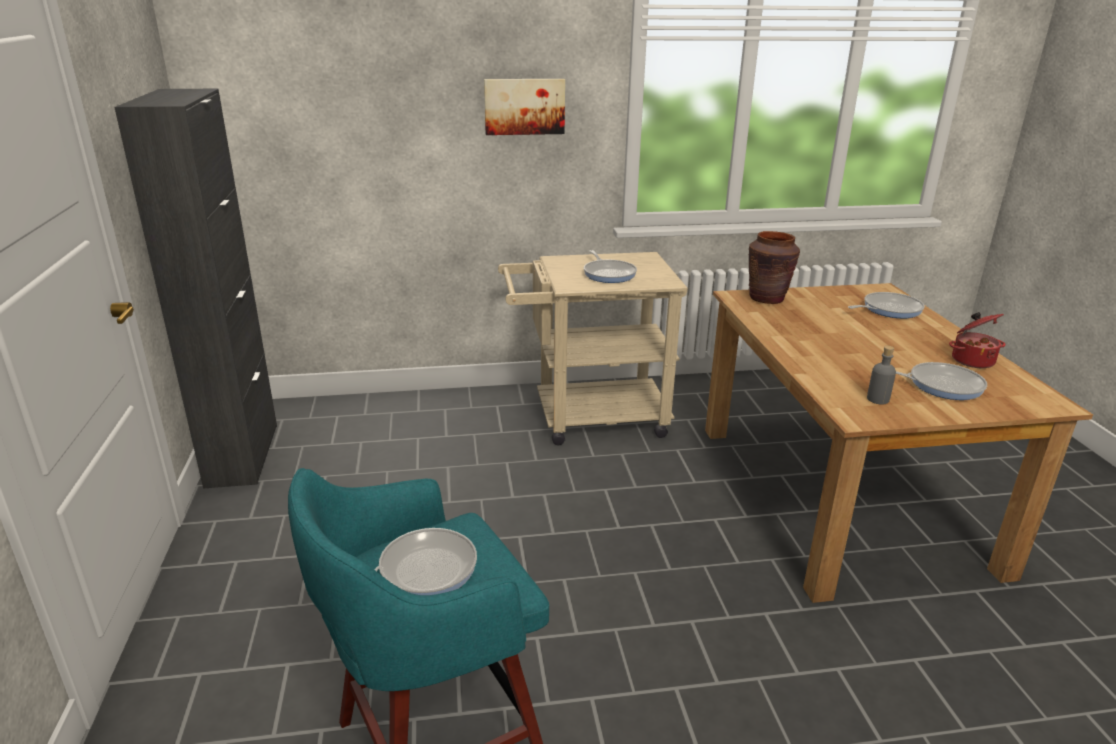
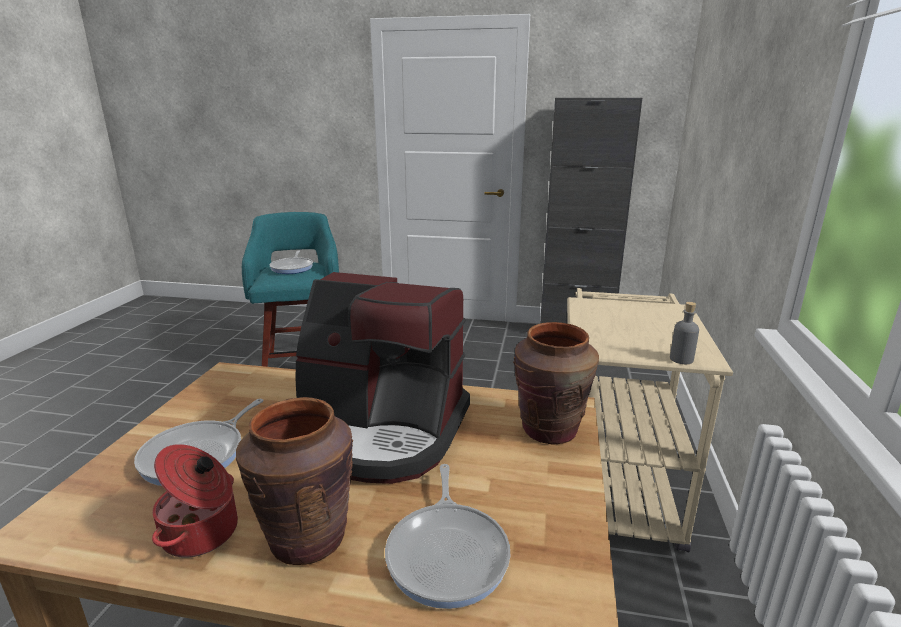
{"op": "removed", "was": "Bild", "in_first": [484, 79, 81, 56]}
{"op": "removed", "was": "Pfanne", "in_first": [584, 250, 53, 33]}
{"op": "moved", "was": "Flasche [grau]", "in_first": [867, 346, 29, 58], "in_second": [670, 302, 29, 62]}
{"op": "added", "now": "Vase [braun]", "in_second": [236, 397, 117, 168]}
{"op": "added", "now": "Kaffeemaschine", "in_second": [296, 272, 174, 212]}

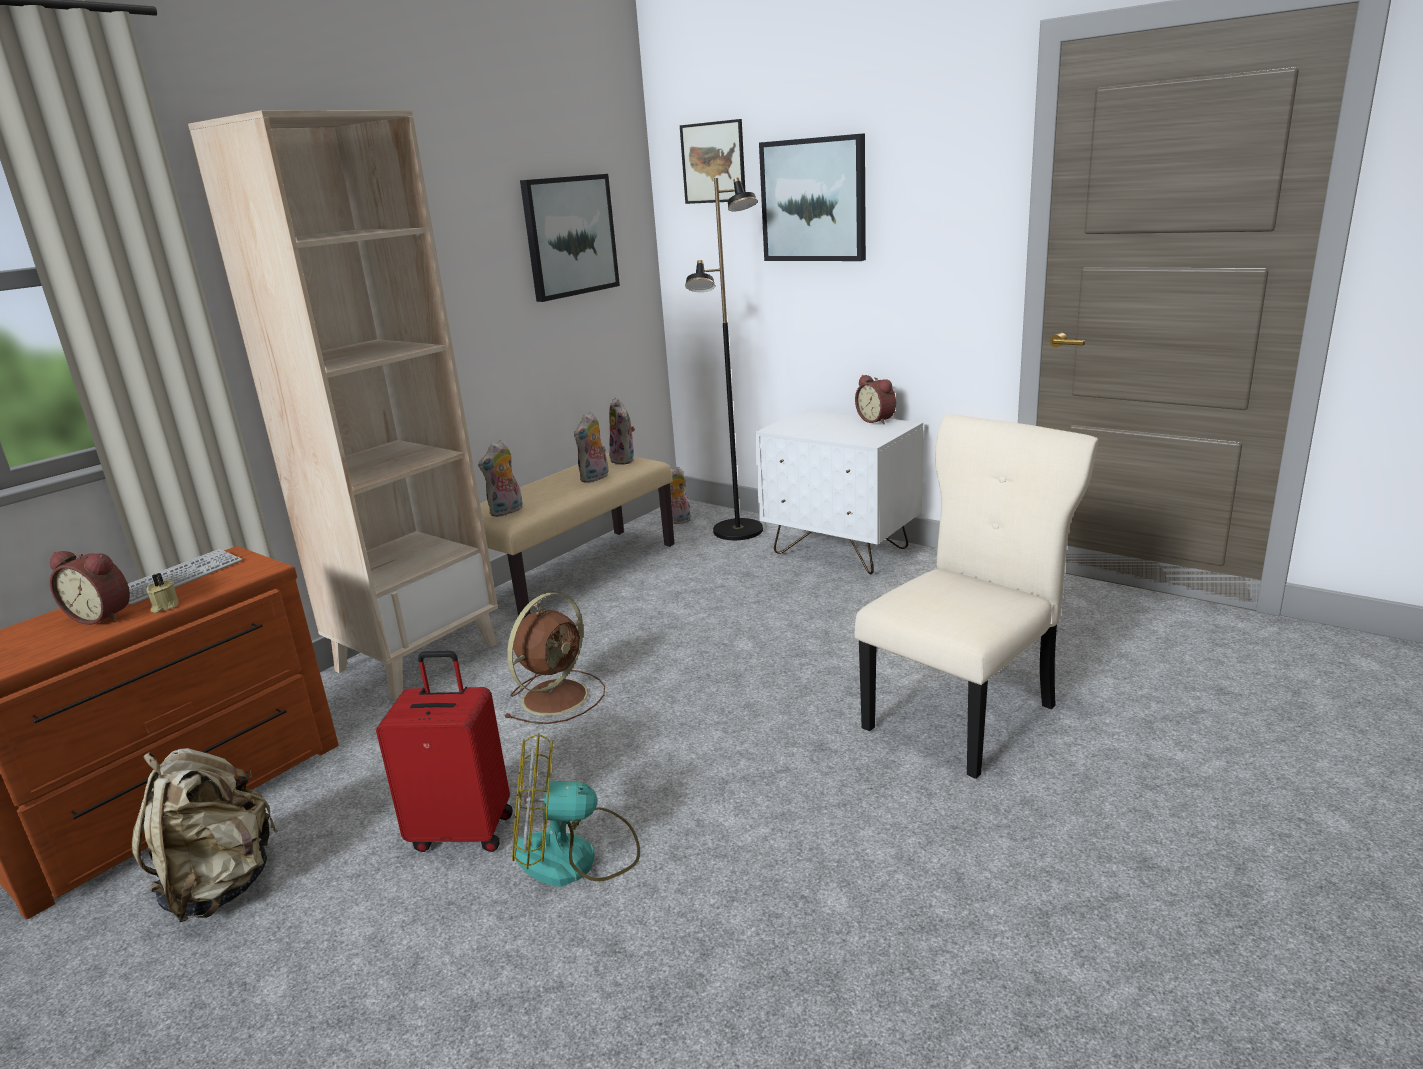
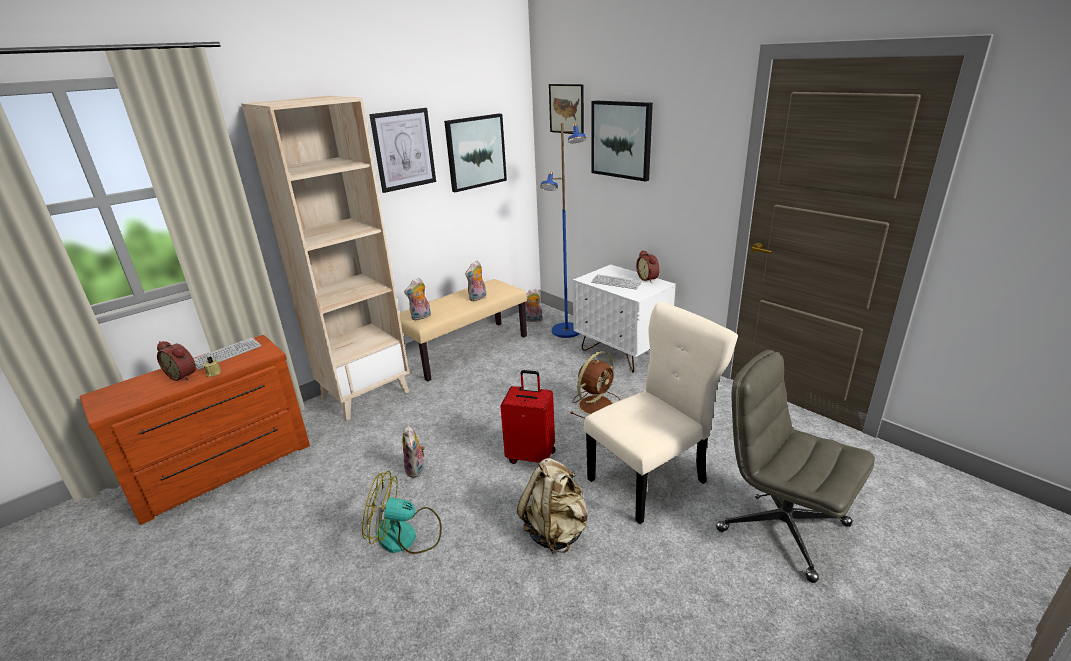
{"op": "moved", "was": "Rucksack [beige]", "in_first": [132, 748, 146, 174], "in_second": [517, 458, 71, 96]}
{"op": "moved", "was": "Koffer [rot]", "in_first": [376, 651, 137, 201], "in_second": [500, 370, 56, 94]}
{"op": "moved", "was": "Ventilator [braun]", "in_first": [504, 592, 101, 132], "in_second": [571, 351, 49, 68]}
{"op": "moved", "was": "Plüschtier", "in_first": [609, 397, 26, 68], "in_second": [402, 425, 23, 53]}
{"op": "recoloured", "was": "Stehlampe [schwarz]", "now": "Stehlampe [blau]", "in_first": [685, 178, 78, 362], "in_second": [540, 123, 47, 215]}
{"op": "added", "now": "Bild", "in_second": [369, 108, 67, 85]}
{"op": "added", "now": "Tastatur", "in_second": [591, 274, 51, 15]}
{"op": "added", "now": "Bürostuhl [grau]", "in_second": [716, 350, 159, 233]}

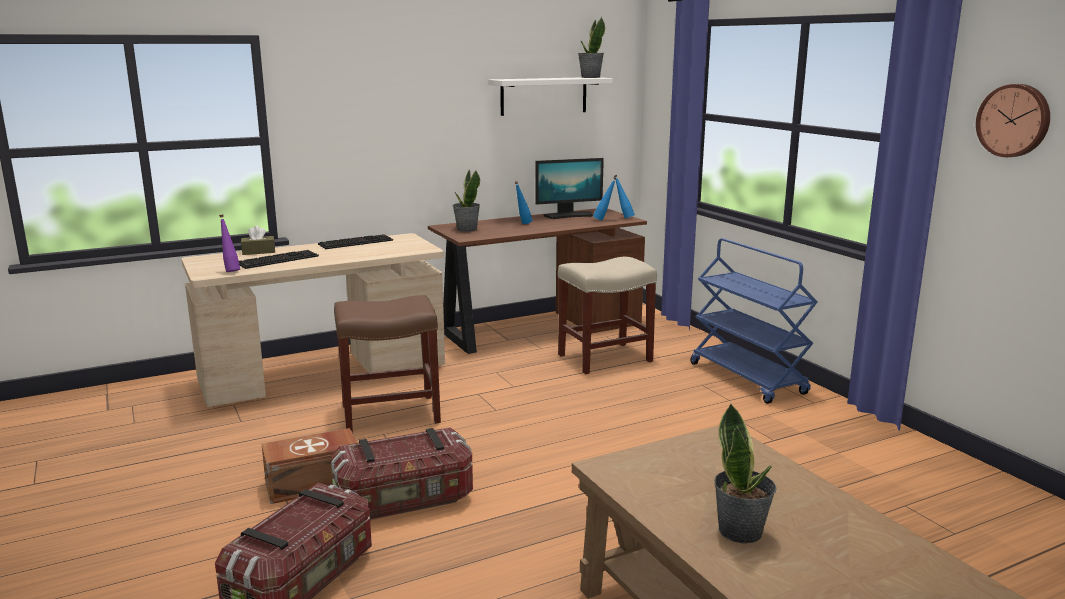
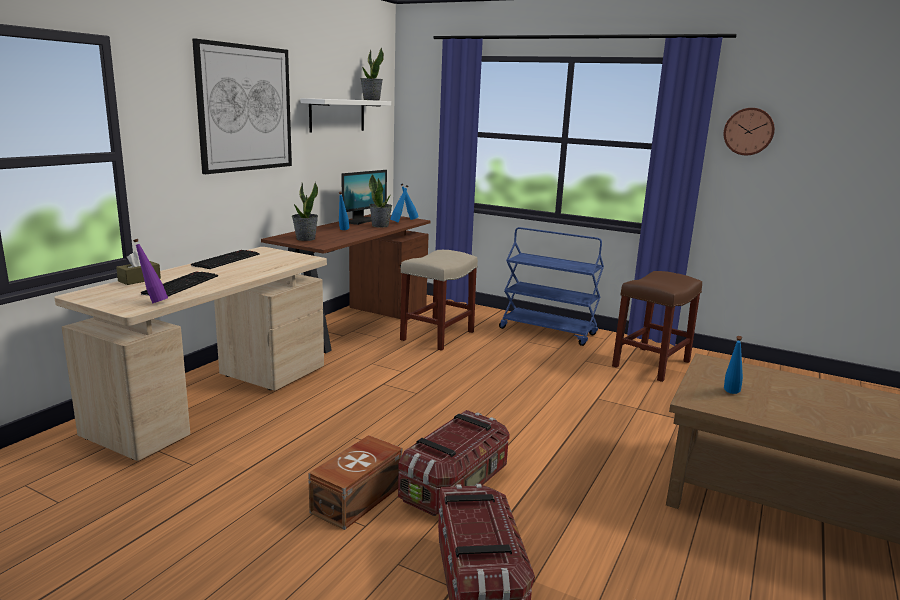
{"op": "moved", "was": "Hocker [braun]", "in_first": [334, 295, 107, 138], "in_second": [612, 271, 90, 111]}
{"op": "moved", "was": "Topfpflanze", "in_first": [714, 403, 62, 141], "in_second": [369, 175, 23, 53]}
{"op": "added", "now": "Bild", "in_second": [192, 39, 100, 135]}
{"op": "added", "now": "Flasche [blau]", "in_second": [724, 336, 19, 58]}

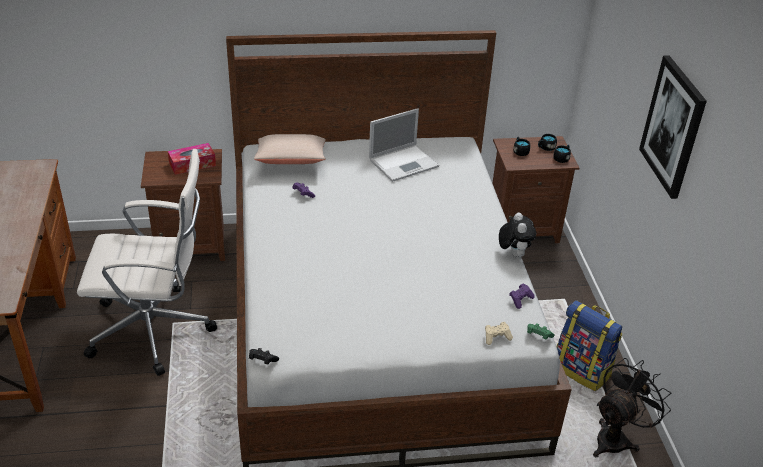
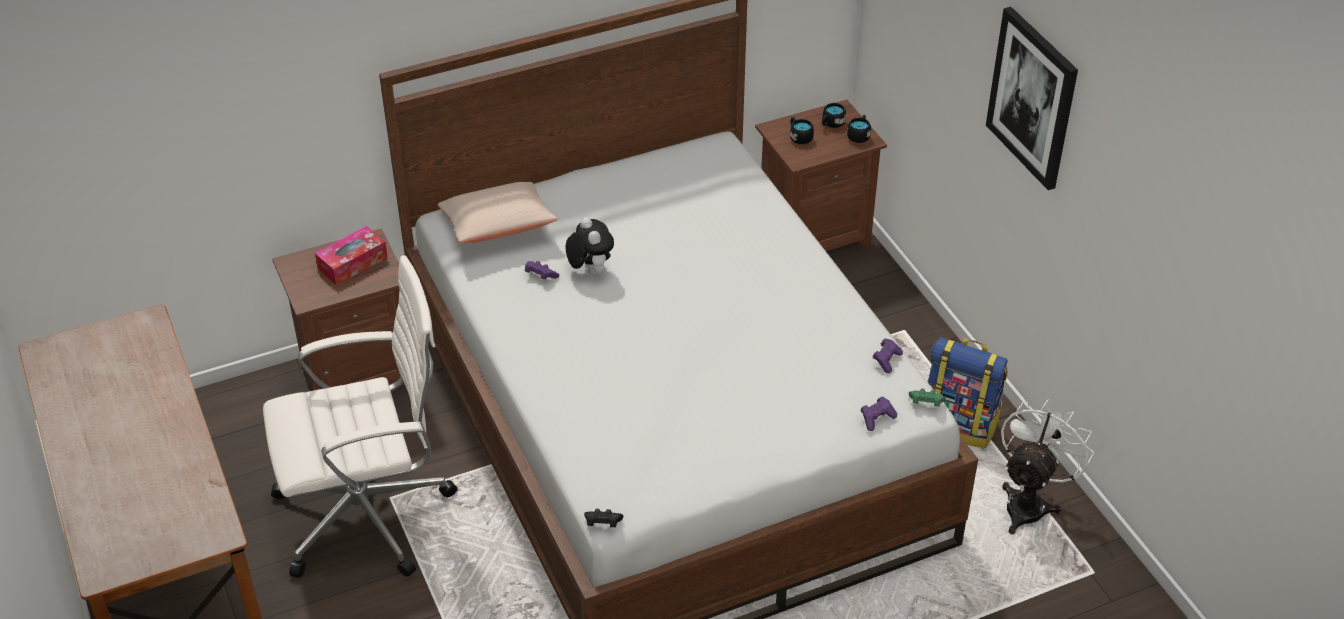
{"op": "removed", "was": "Laptop", "in_first": [369, 108, 70, 74]}
{"op": "recoloured", "was": "Gamepad [beige]", "now": "Gamepad [lila]", "in_first": [485, 322, 28, 23], "in_second": [861, 397, 36, 34]}
{"op": "moved", "was": "Plüschtier", "in_first": [499, 212, 37, 45], "in_second": [566, 217, 48, 58]}
{"op": "recoloured", "was": "Ventilator [schwarz]", "now": "Ventilator [weiß]", "in_first": [593, 358, 78, 99], "in_second": [1001, 399, 93, 135]}

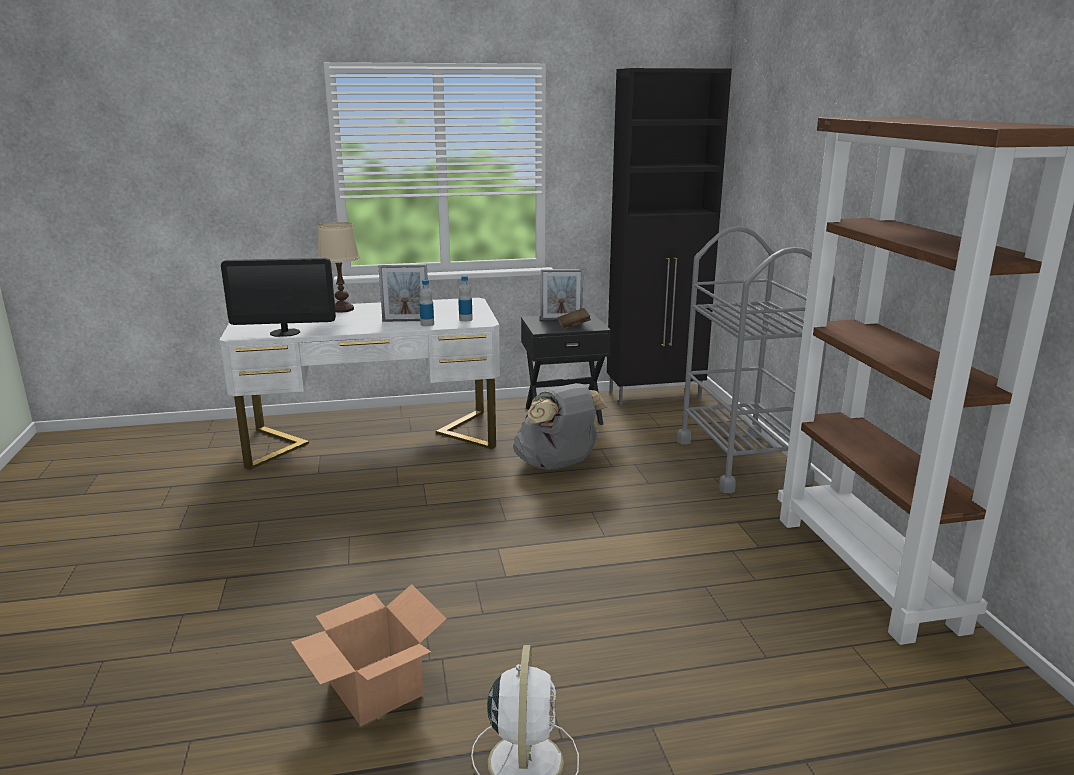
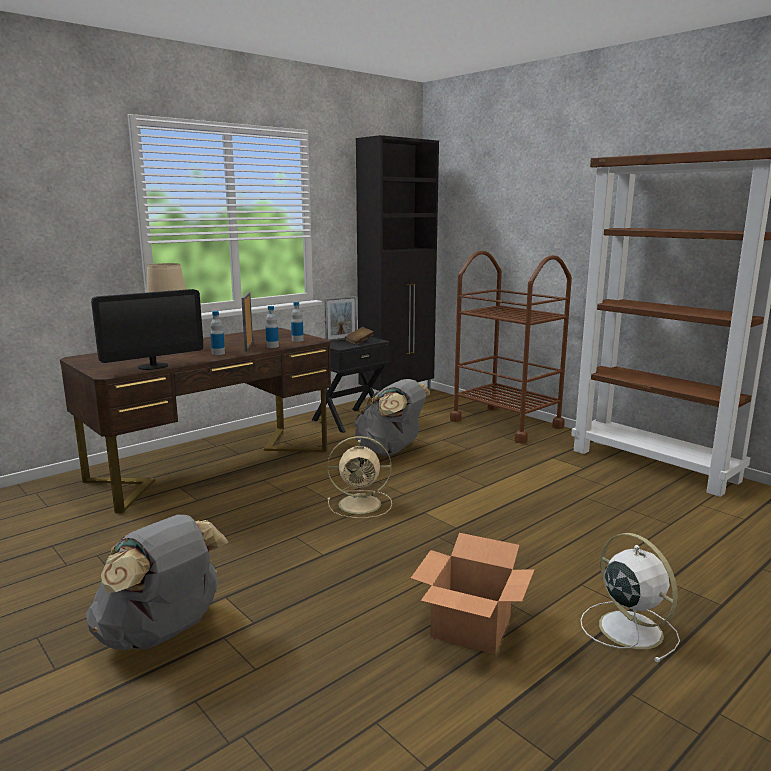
{"op": "recoloured", "was": "Schreibtisch [weiß]", "now": "Schreibtisch [braun]", "in_first": [219, 298, 281, 172], "in_second": [60, 328, 271, 185]}
{"op": "turned", "was": "Bilderrahmen", "in_first": [378, 264, 50, 58], "in_second": [241, 292, 12, 59], "clockwise": 120}
{"op": "recoloured", "was": "Rollwagen [grau]", "now": "Rollwagen [braun]", "in_first": [677, 226, 158, 267], "in_second": [450, 250, 122, 194]}
{"op": "added", "now": "Rucksack [grau]", "in_second": [86, 515, 142, 135]}
{"op": "added", "now": "Flasche", "in_second": [210, 311, 15, 44]}
{"op": "added", "now": "Ventilator [beige]", "in_second": [327, 436, 65, 82]}

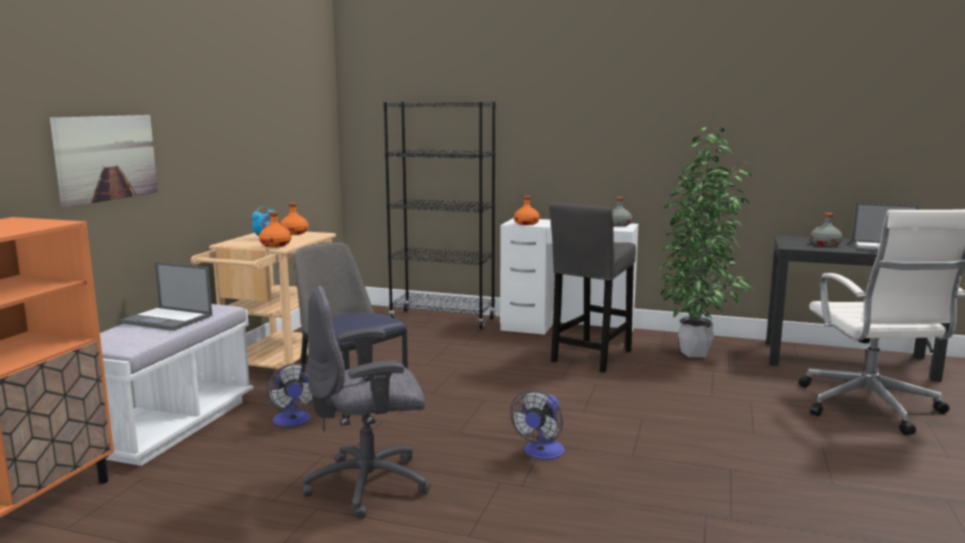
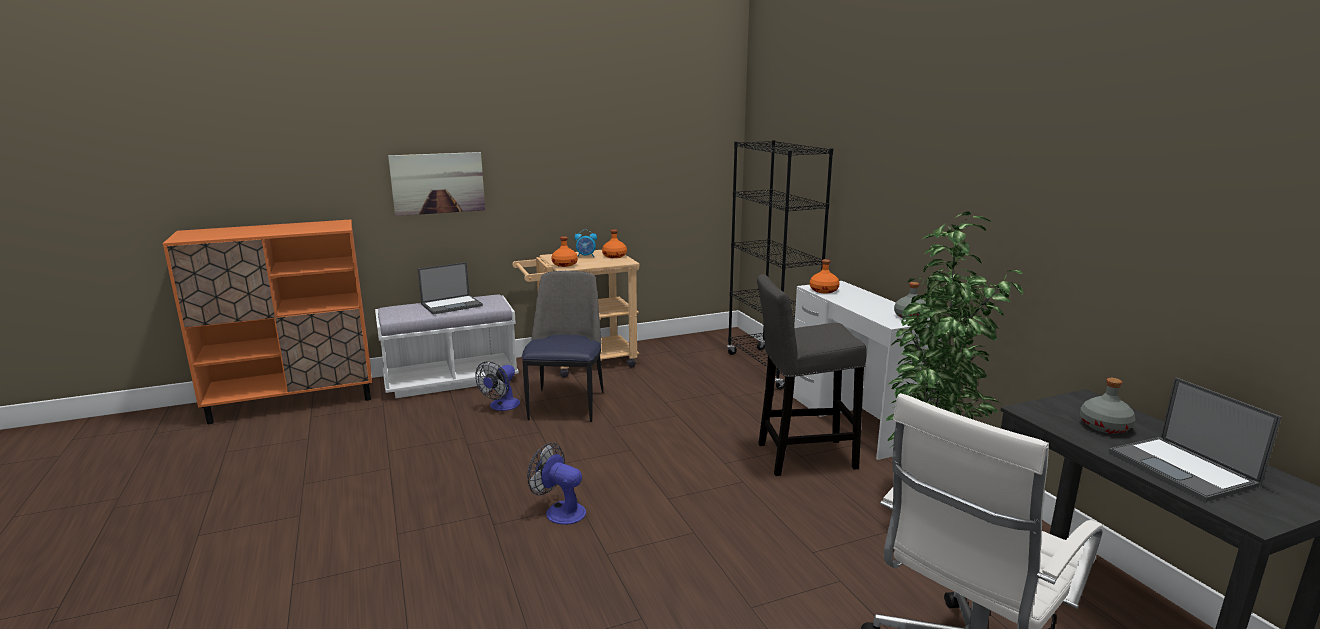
{"op": "turned", "was": "Laptop", "in_first": [119, 262, 93, 69], "in_second": [417, 262, 66, 53], "clockwise": -105}
{"op": "removed", "was": "Bürostuhl [grau]", "in_first": [303, 286, 127, 233]}
{"op": "turned", "was": "Ventilator", "in_first": [510, 390, 54, 69], "in_second": [527, 443, 59, 82], "clockwise": 45}

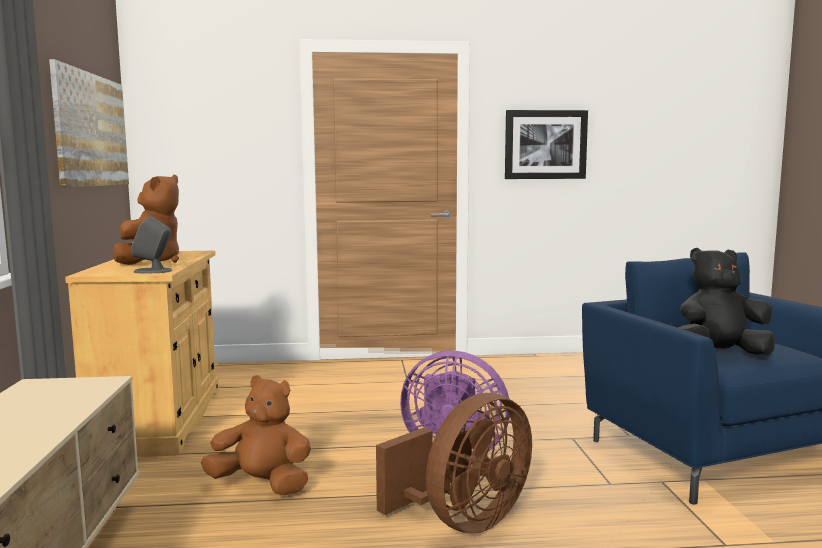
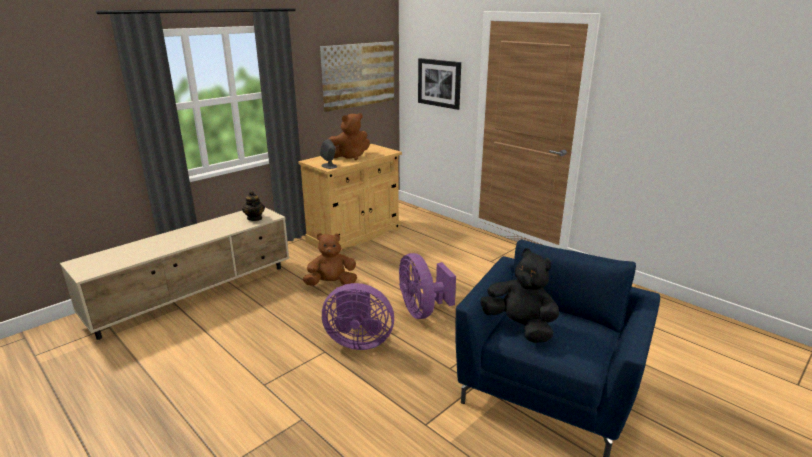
{"op": "turned", "was": "Plüschtier [braun]", "in_first": [201, 375, 110, 120], "in_second": [303, 233, 54, 53], "clockwise": -75}
{"op": "recoloured", "was": "Ventilator [braun]", "now": "Ventilator [lila]", "in_first": [376, 393, 156, 141], "in_second": [322, 283, 72, 67]}
{"op": "moved", "was": "Bild", "in_first": [505, 110, 83, 69], "in_second": [418, 58, 43, 52]}
{"op": "added", "now": "Teekanne", "in_second": [242, 191, 23, 30]}

